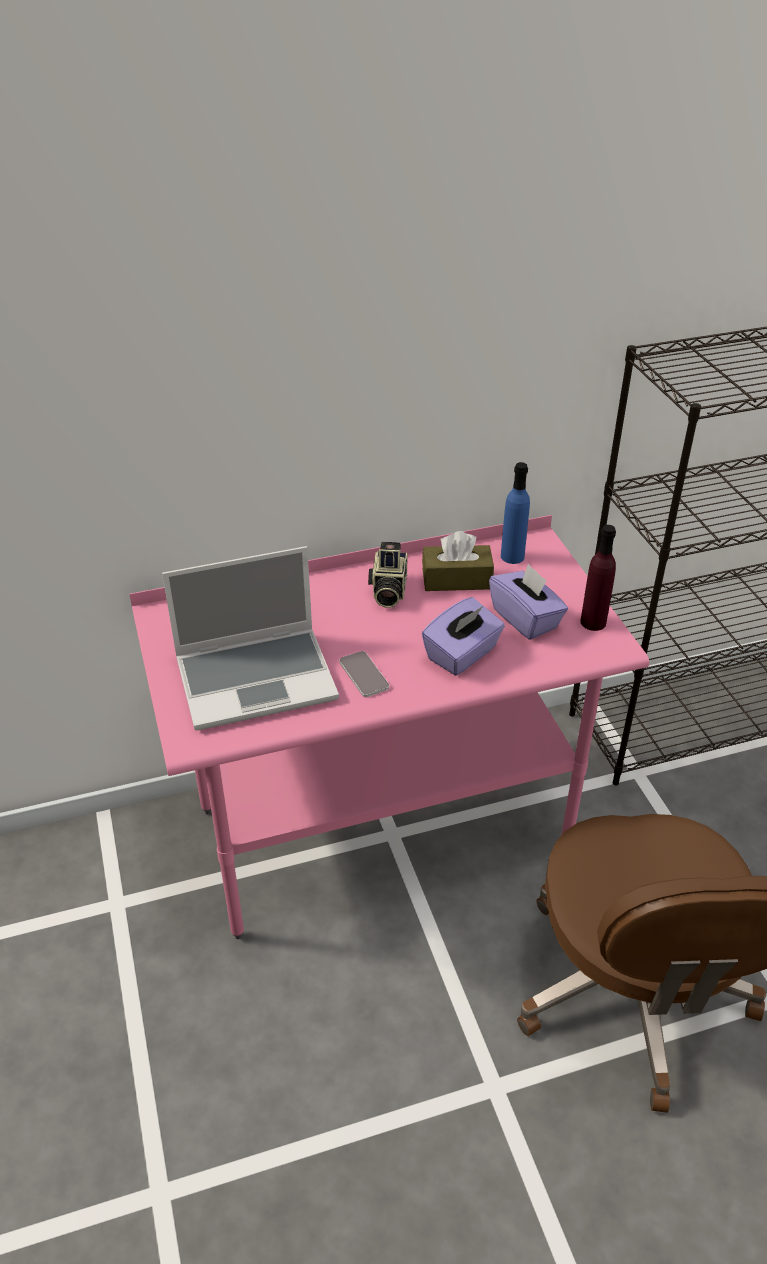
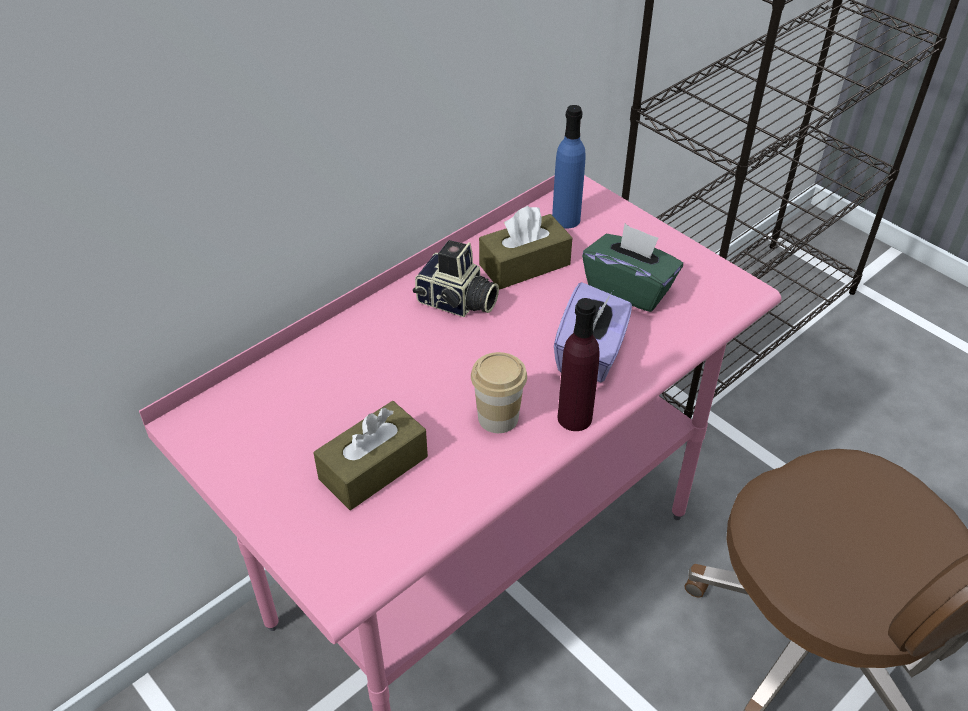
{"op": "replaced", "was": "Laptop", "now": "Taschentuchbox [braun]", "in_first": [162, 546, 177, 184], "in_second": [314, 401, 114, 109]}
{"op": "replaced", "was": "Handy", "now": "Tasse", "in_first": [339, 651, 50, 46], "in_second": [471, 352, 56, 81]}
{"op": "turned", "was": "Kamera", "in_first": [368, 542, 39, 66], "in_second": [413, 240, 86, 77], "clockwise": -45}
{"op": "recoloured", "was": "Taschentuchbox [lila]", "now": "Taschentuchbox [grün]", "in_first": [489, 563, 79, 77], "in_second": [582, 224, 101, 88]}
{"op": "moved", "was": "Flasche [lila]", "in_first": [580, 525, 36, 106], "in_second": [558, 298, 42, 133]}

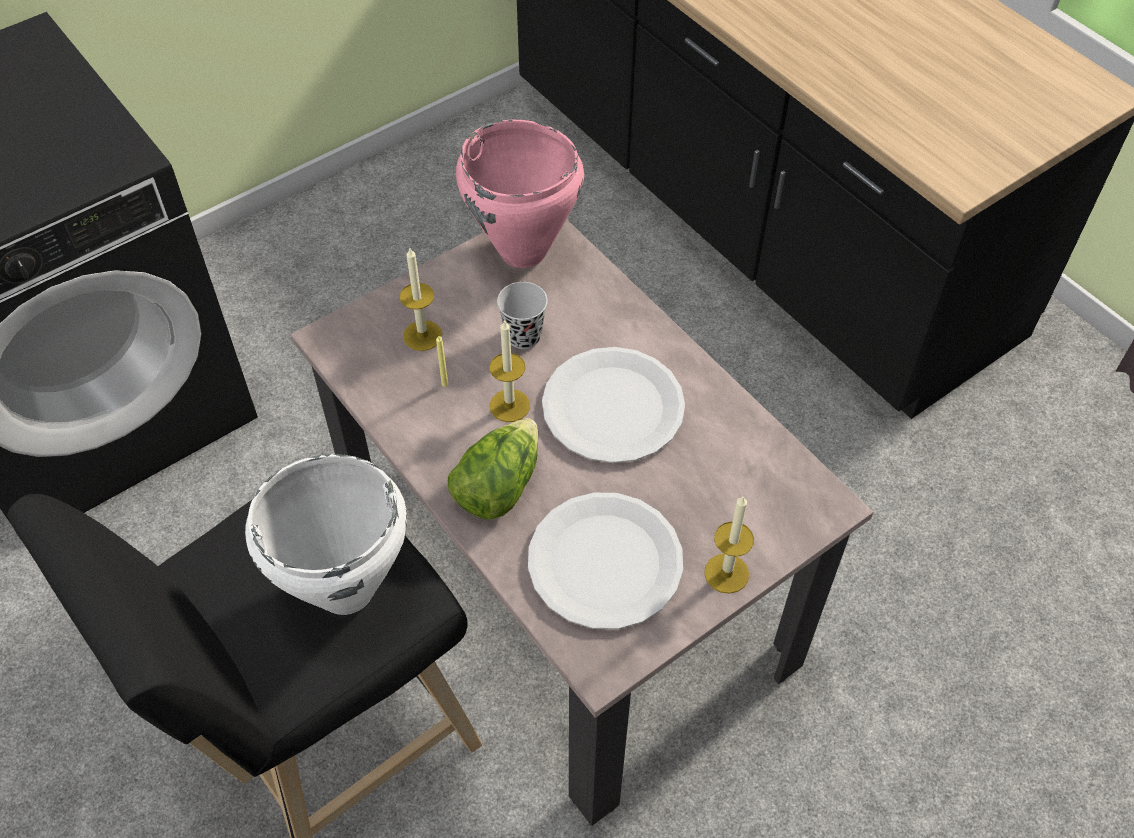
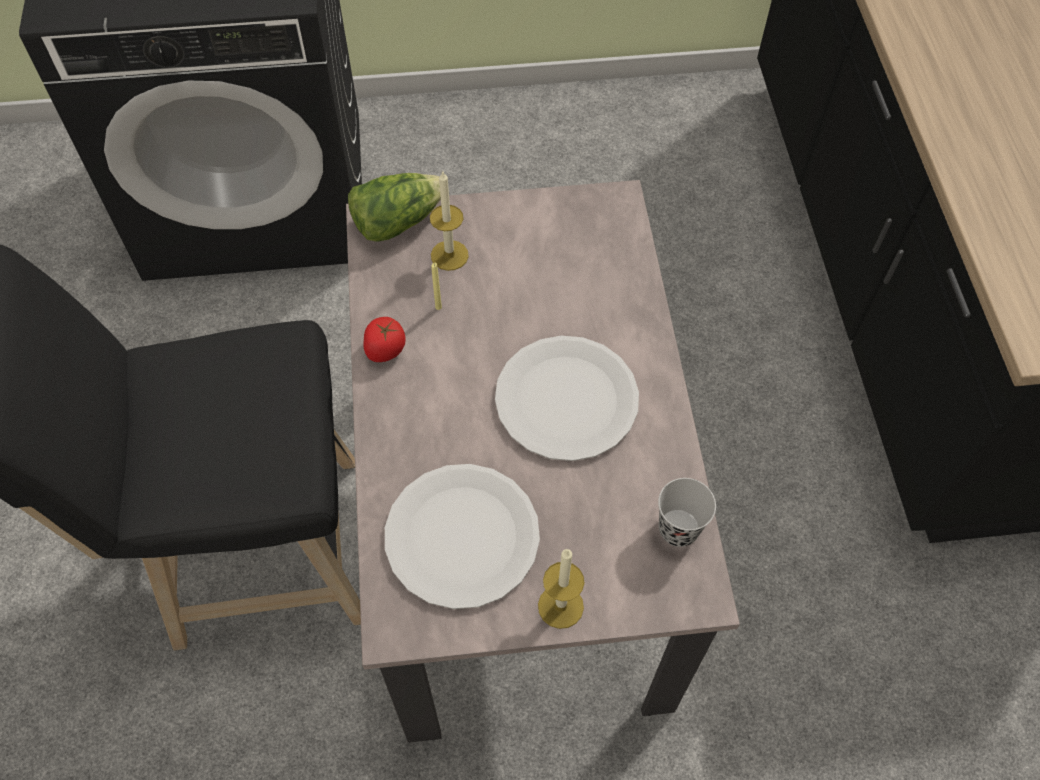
{"op": "removed", "was": "Kochtopf [weiß]", "in_first": [245, 454, 162, 161]}
{"op": "moved", "was": "Salatkopf", "in_first": [448, 418, 90, 102], "in_second": [348, 173, 93, 69]}
{"op": "removed", "was": "Kochtopf [rosa]", "in_first": [456, 120, 128, 148]}
{"op": "removed", "was": "Kerze", "in_first": [490, 319, 40, 103]}
{"op": "moved", "was": "Tasse [schwarz]", "in_first": [497, 282, 51, 67], "in_second": [658, 478, 58, 69]}
{"op": "added", "now": "Tomate", "in_second": [363, 317, 43, 45]}

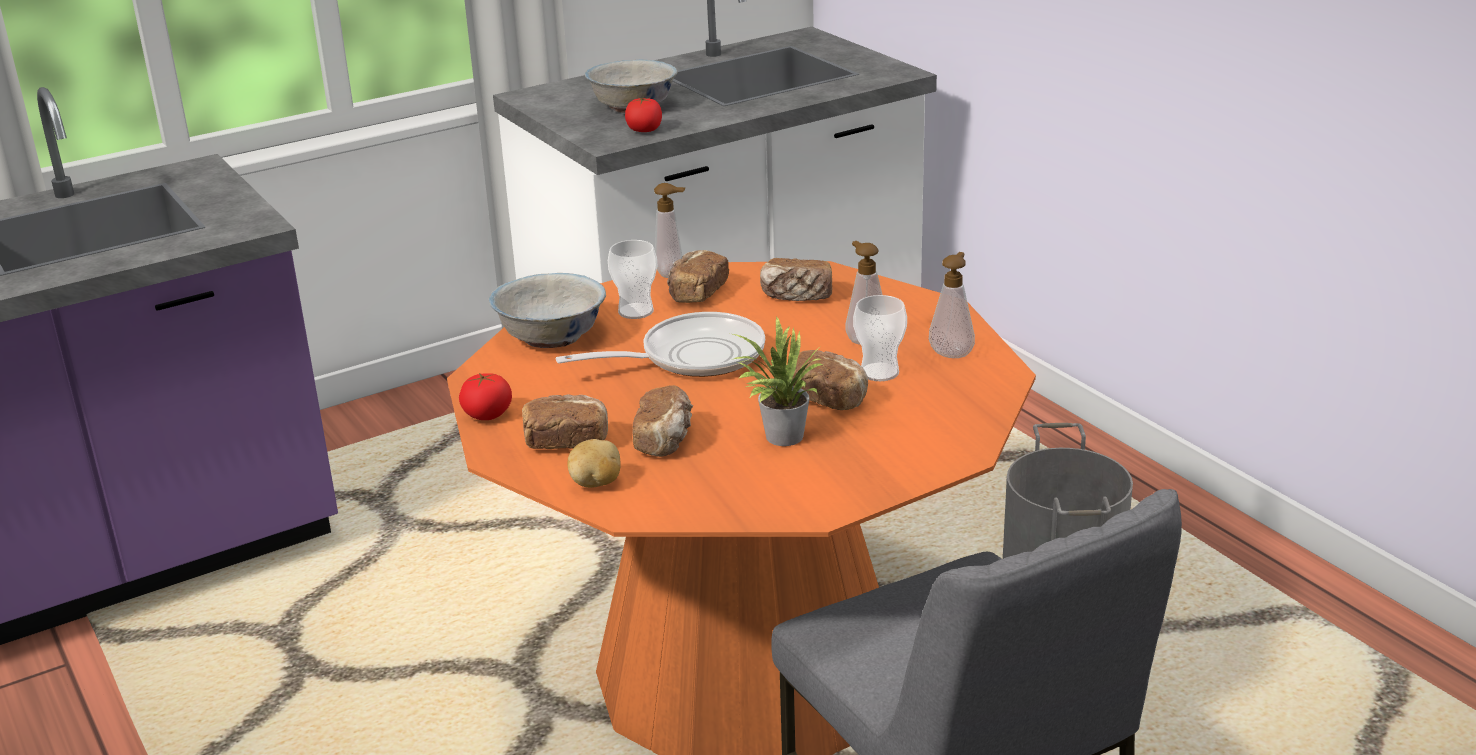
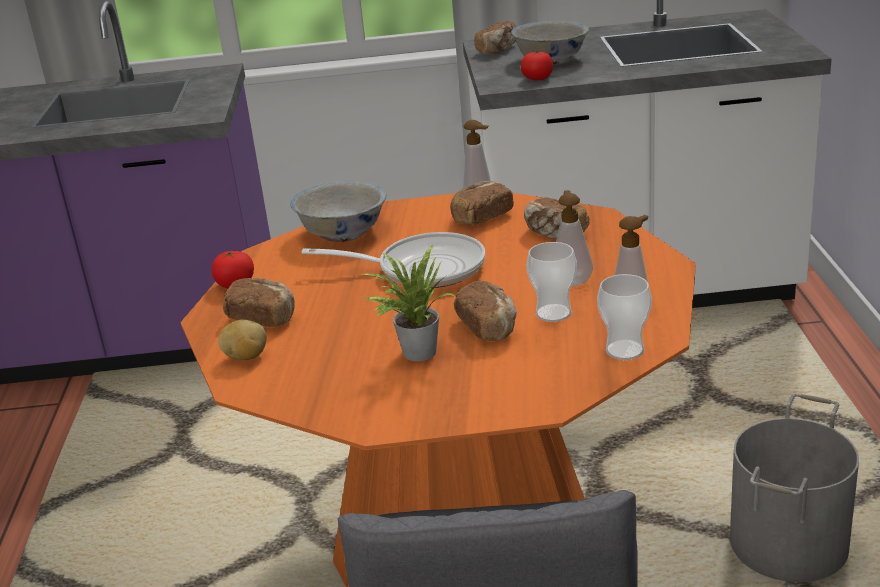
{"op": "moved", "was": "Tasse", "in_first": [608, 240, 49, 79], "in_second": [597, 274, 55, 86]}
{"op": "moved", "was": "Brot", "in_first": [632, 385, 61, 72], "in_second": [475, 21, 41, 34]}

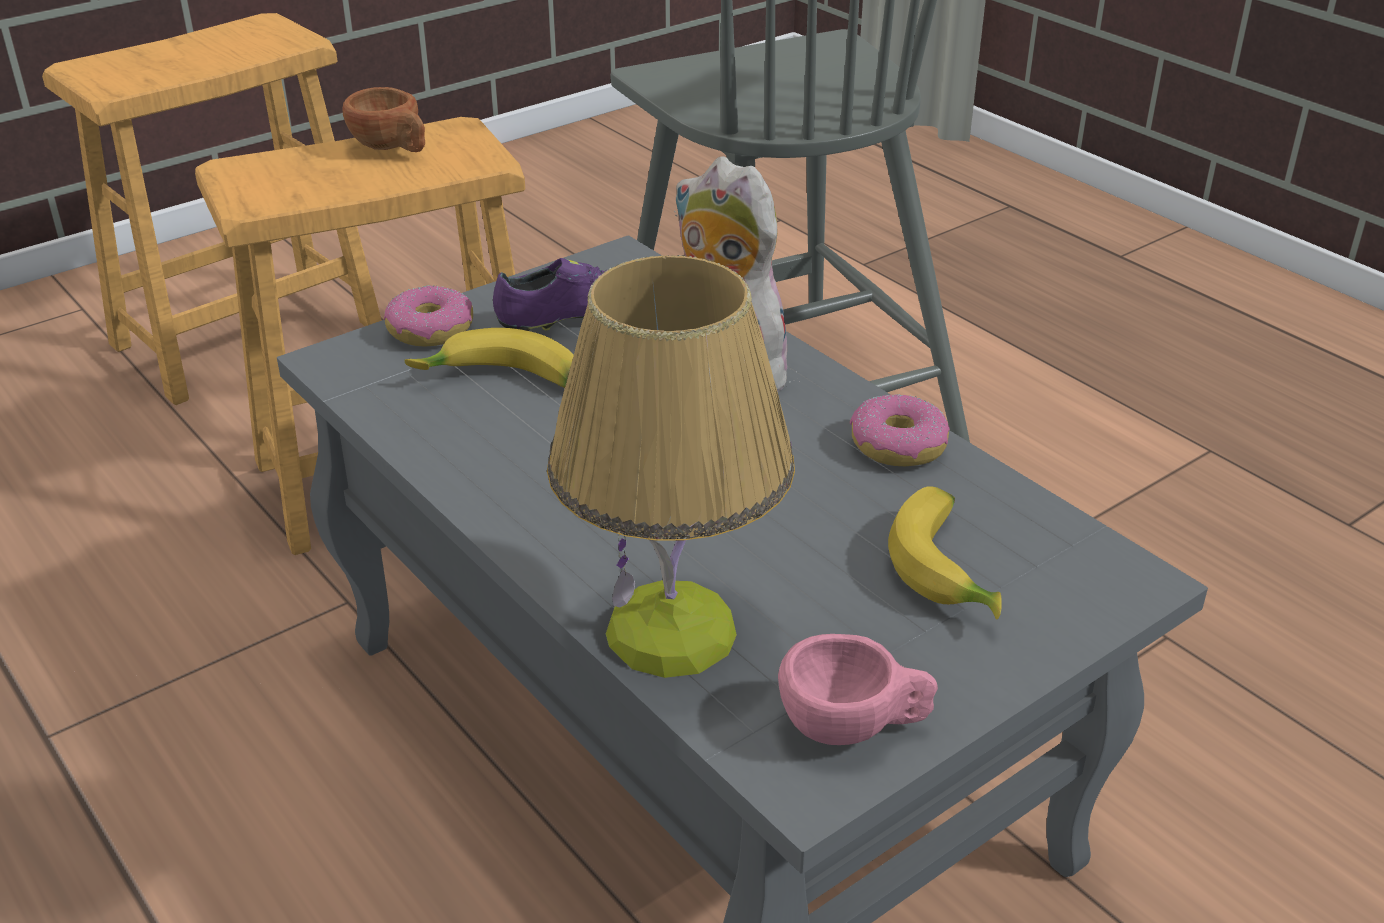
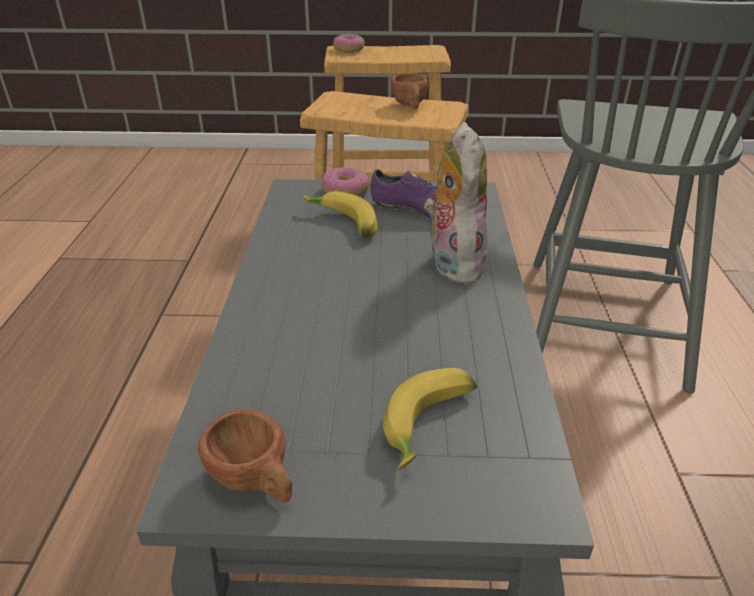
{"op": "removed", "was": "Tischlampe", "in_first": [547, 255, 248, 423]}
{"op": "recoloured", "was": "Tasse [rosa]", "now": "Tasse [braun]", "in_first": [778, 634, 160, 111], "in_second": [198, 409, 94, 93]}
{"op": "moved", "was": "Donut", "in_first": [850, 394, 100, 72], "in_second": [333, 34, 32, 19]}

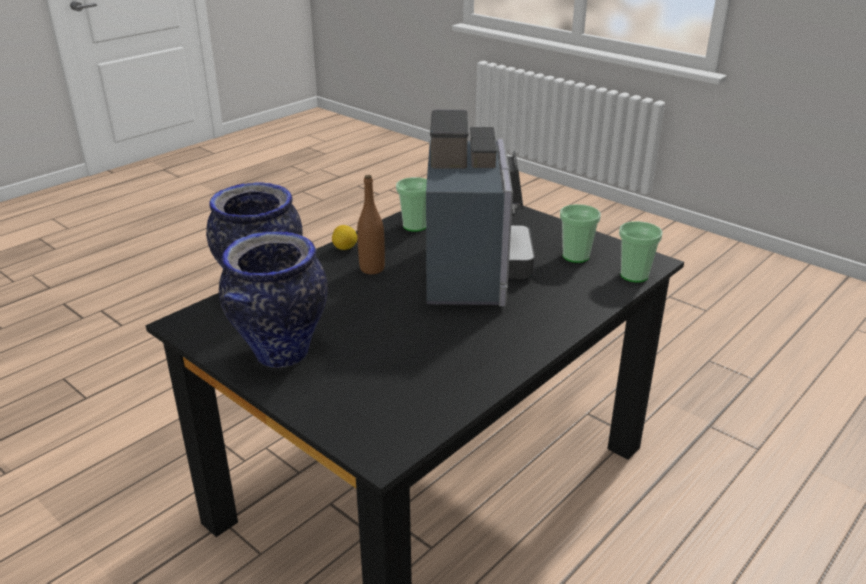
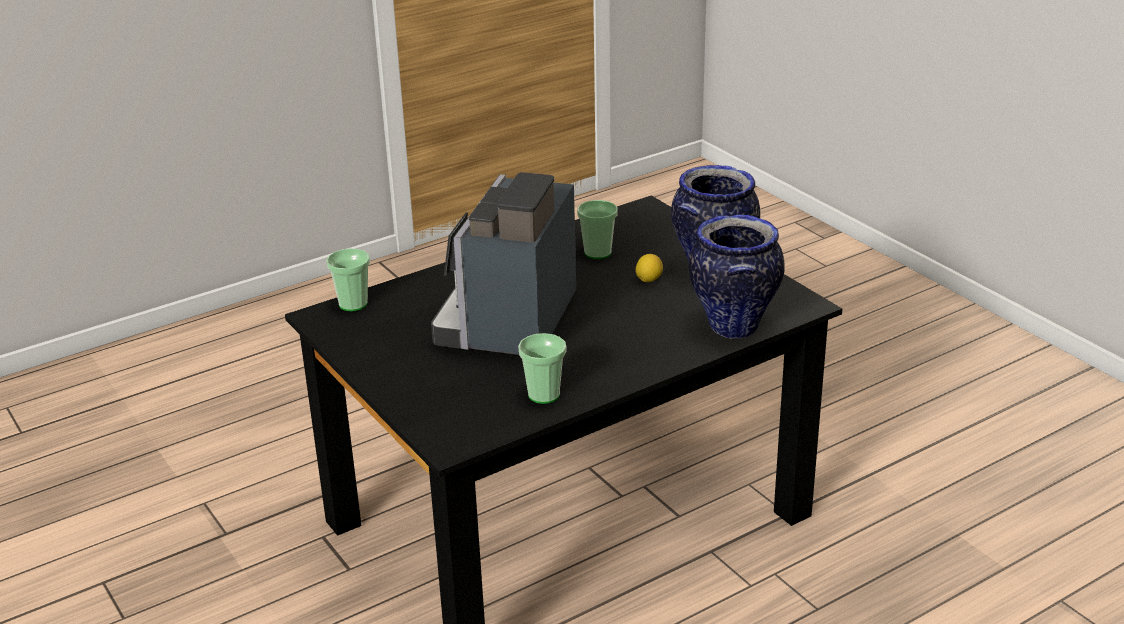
{"op": "moved", "was": "Zitrone", "in_first": [332, 225, 25, 25], "in_second": [635, 254, 28, 28]}
{"op": "removed", "was": "Flasche [braun]", "in_first": [357, 175, 28, 99]}
{"op": "moved", "was": "Tasse", "in_first": [560, 204, 41, 59], "in_second": [577, 200, 41, 59]}

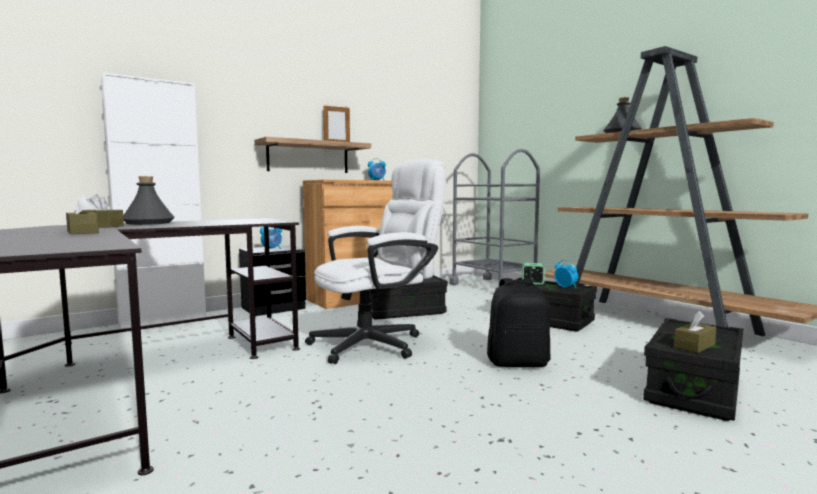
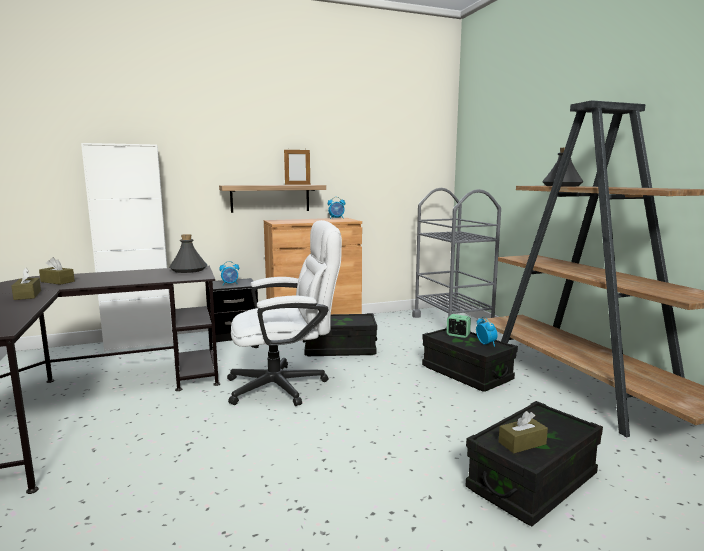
{"op": "moved", "was": "Flasche [grau]", "in_first": [123, 176, 52, 49], "in_second": [169, 234, 38, 39]}
{"op": "removed", "was": "Rucksack [schwarz]", "in_first": [487, 278, 64, 89]}

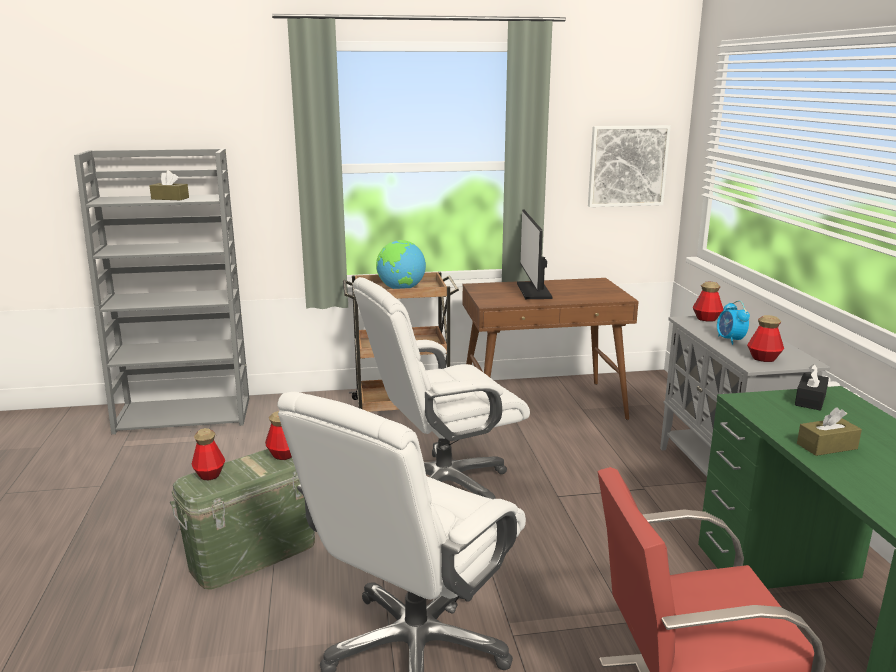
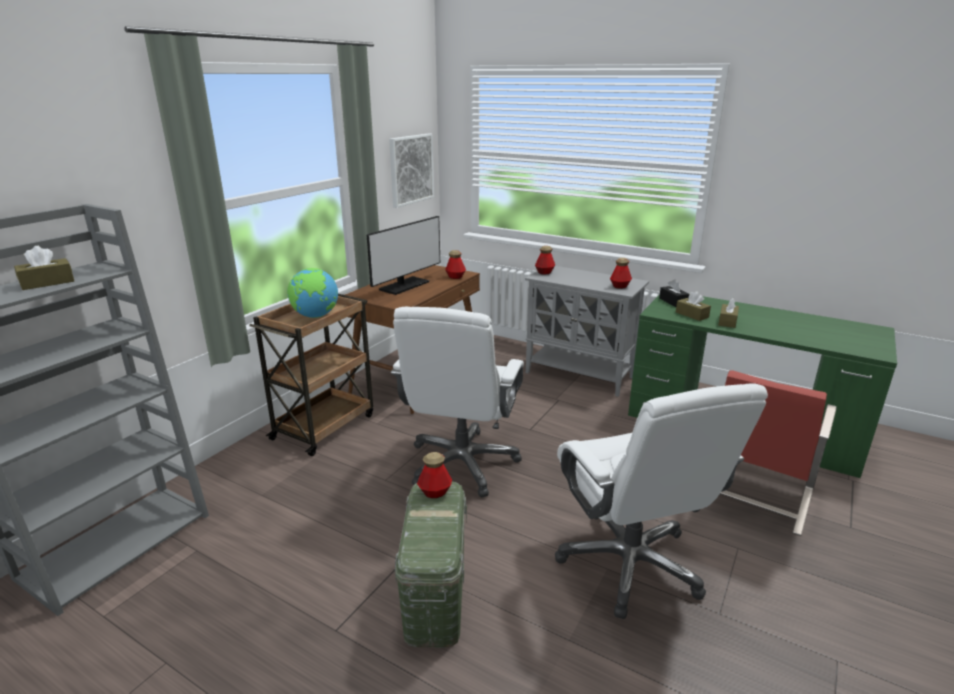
{"op": "moved", "was": "Flasche", "in_first": [192, 428, 33, 52], "in_second": [445, 250, 21, 29]}
{"op": "turned", "was": "Monitor", "in_first": [517, 210, 35, 89], "in_second": [366, 216, 74, 79], "clockwise": -90}
{"op": "removed", "was": "Wecker", "in_first": [717, 300, 33, 45]}
{"op": "added", "now": "Taschentuchbox [braun]", "in_second": [676, 291, 35, 30]}

